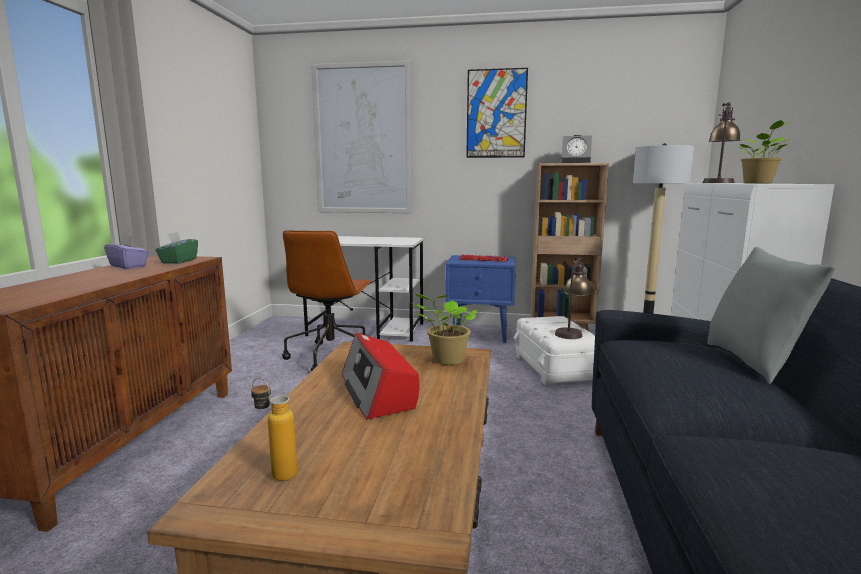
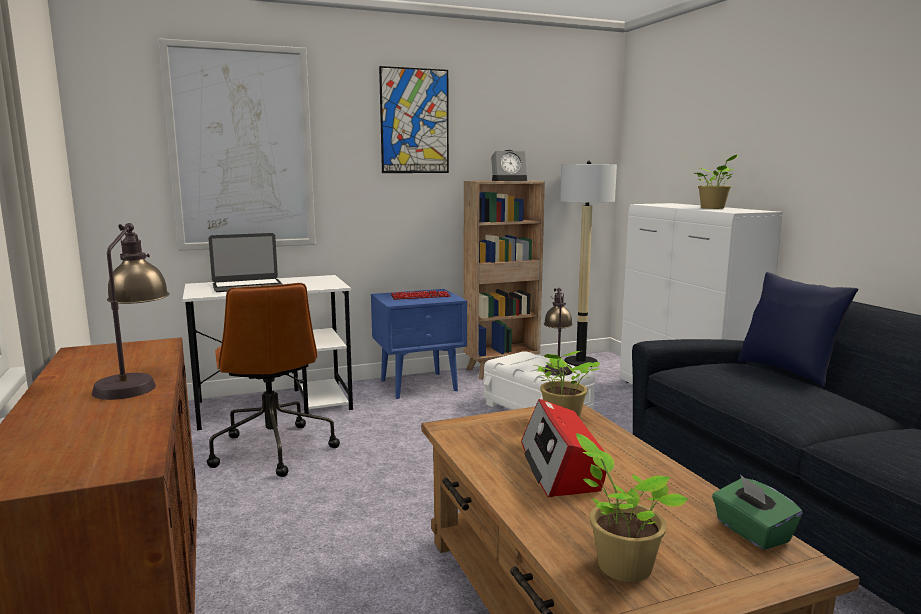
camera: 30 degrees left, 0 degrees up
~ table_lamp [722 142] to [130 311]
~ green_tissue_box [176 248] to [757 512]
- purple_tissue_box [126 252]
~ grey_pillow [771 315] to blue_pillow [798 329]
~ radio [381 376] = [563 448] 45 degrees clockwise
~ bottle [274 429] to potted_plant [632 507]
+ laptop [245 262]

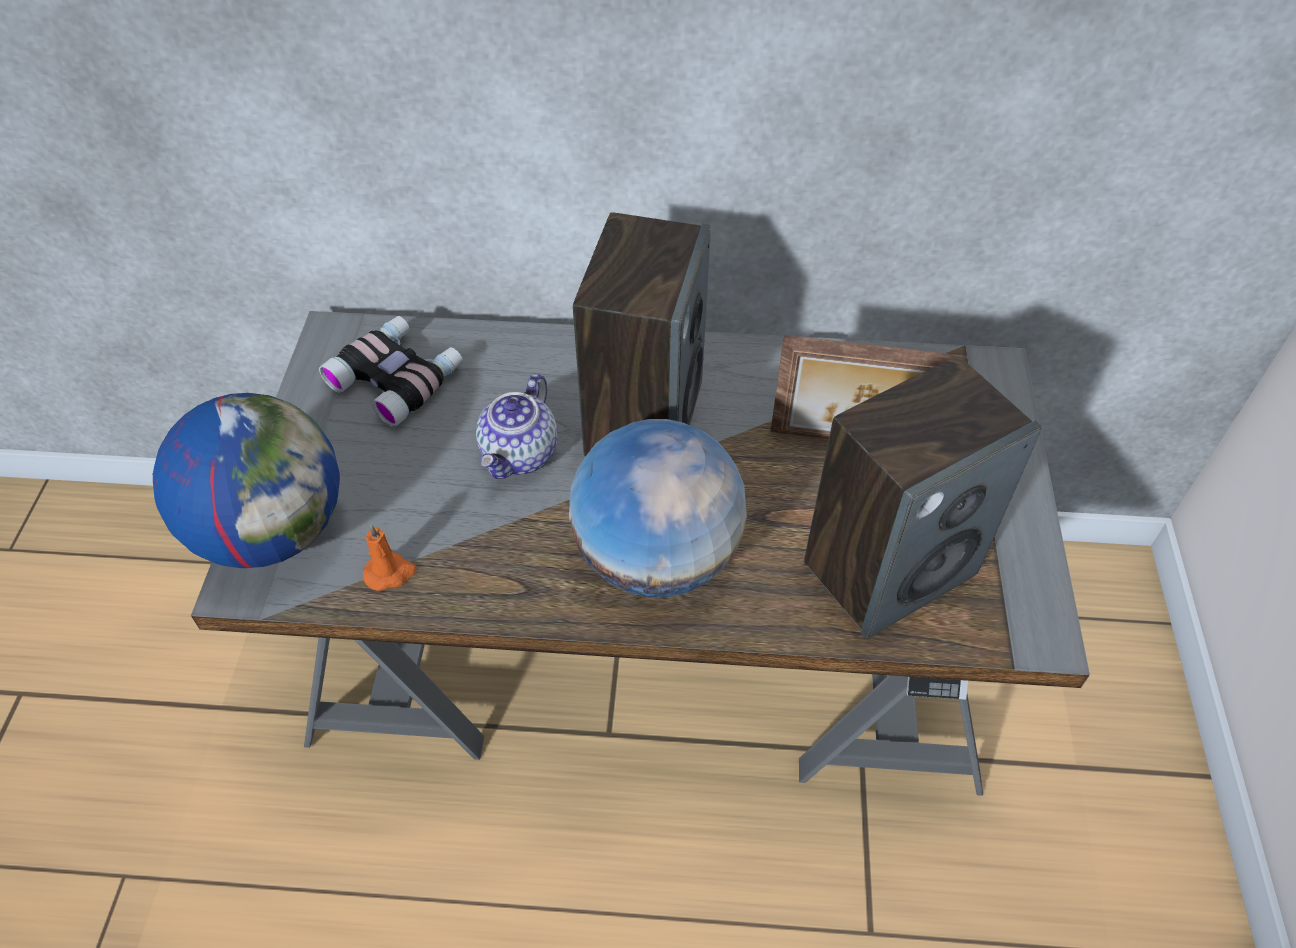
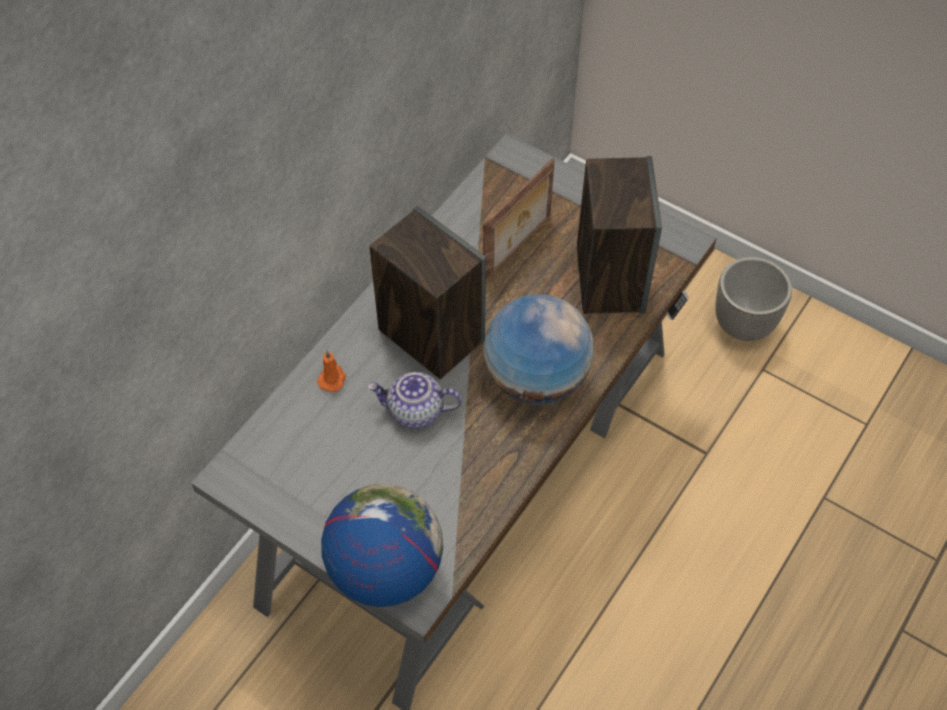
camera: 60 degrees left, 5 degrees up
- binoculars [391 371]
~ teapot [517 426] = [415 400] 135 degrees clockwise
~ orange_candle [389 557] to [331 371]
+ planter [753 299]

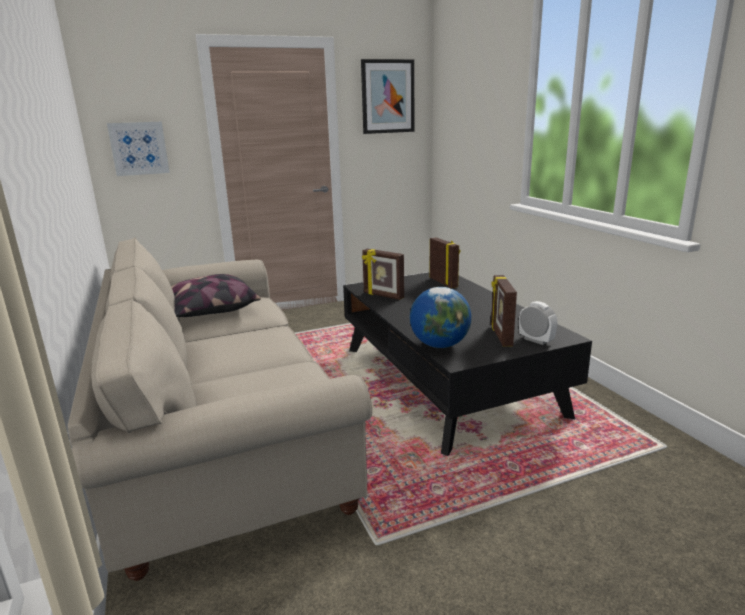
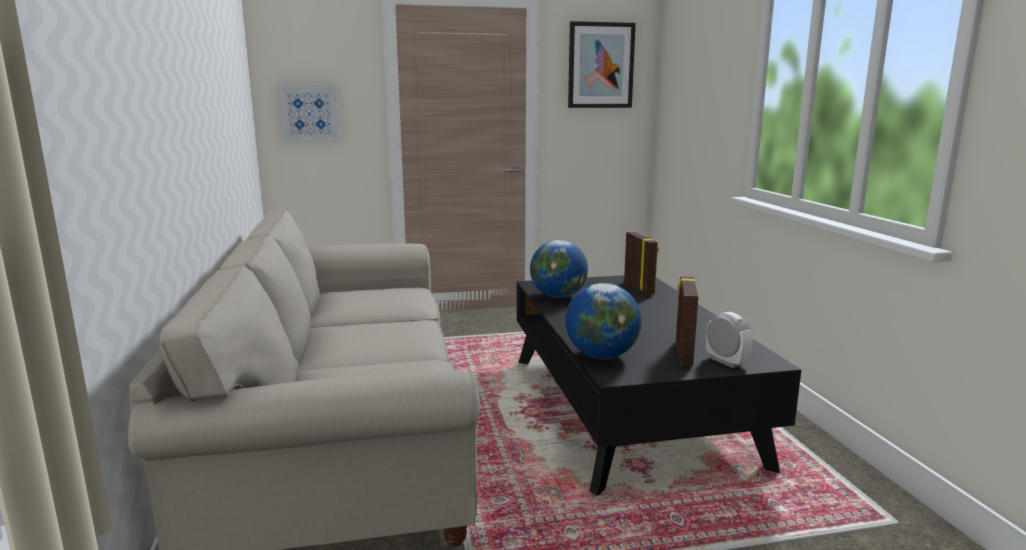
camera: 10 degrees right, 5 degrees down
~ picture_frame [383 274] to globe [559 269]
- pillow [216 295]

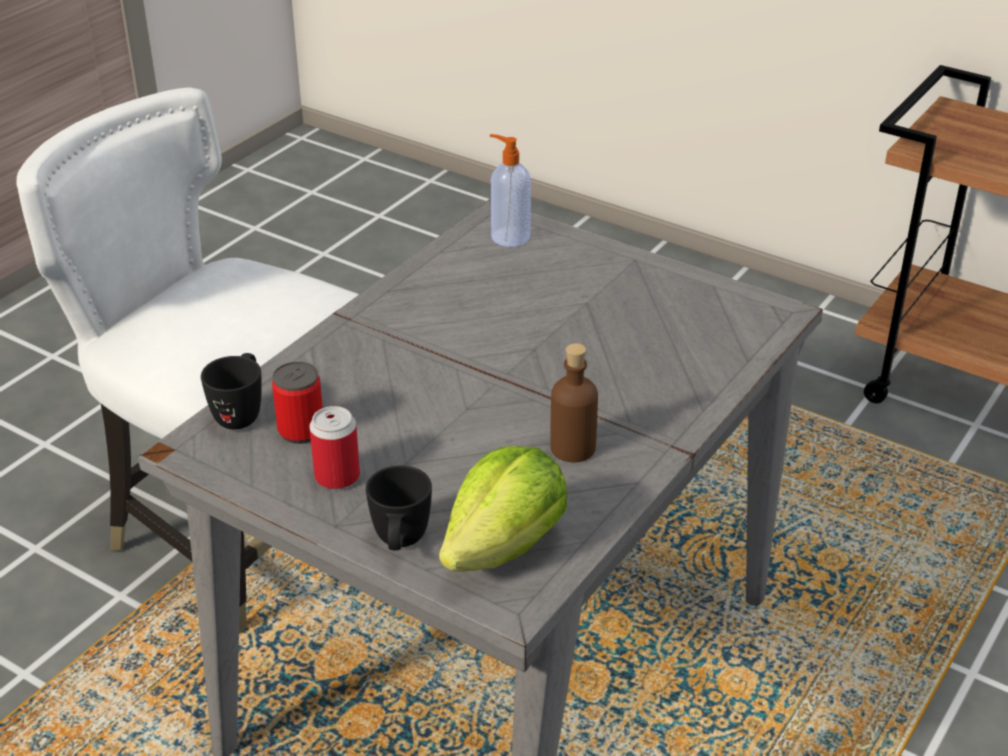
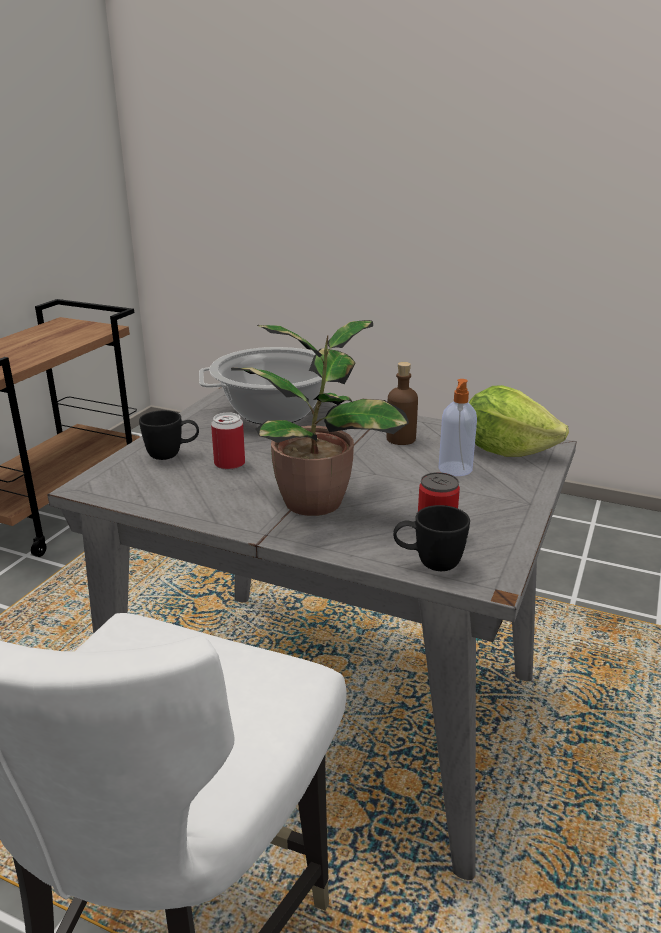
camera: 100 degrees left, 10 degrees down
~ soap_dispenser [510 190] to [457 427]
~ can [334 447] to [228 441]
~ black_mug [399 507] to [169 435]
+ potted_plant [320 418]
+ cooking_pot [260 385]

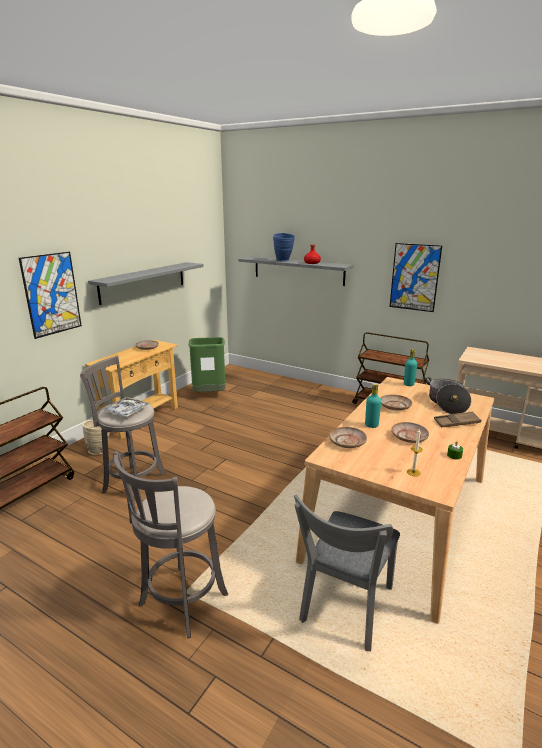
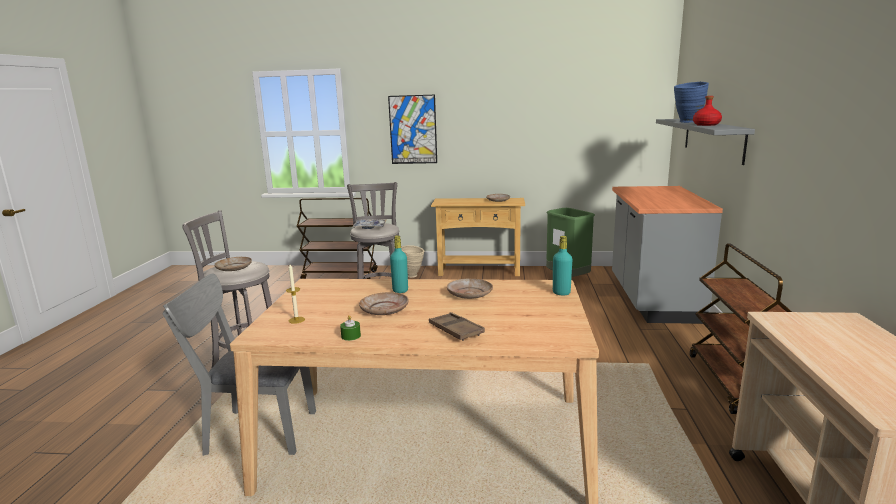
camera: 65 degrees right, 5 degrees down
- picture [416 277]
- grey_shelf [146 283]
- cooking_pot [448 395]
~ beige_plate [348 437] to [233 264]
+ grey_counter [667 255]

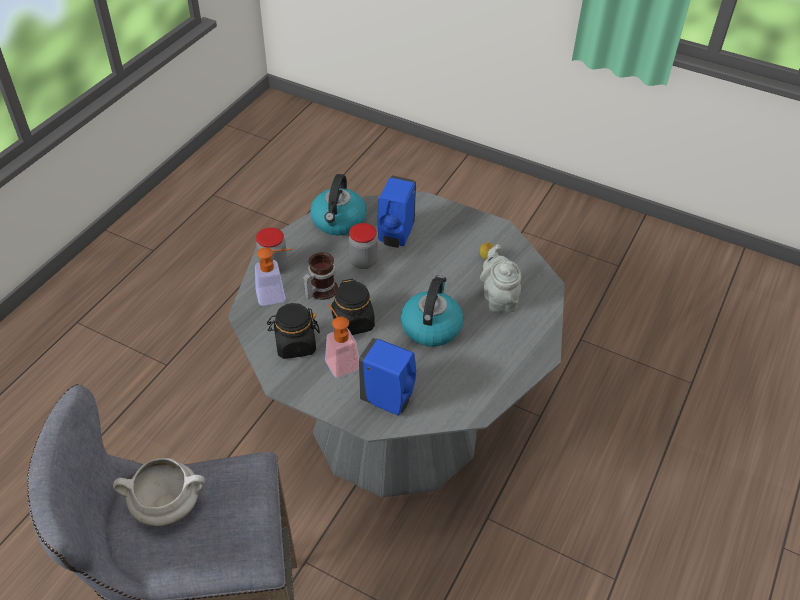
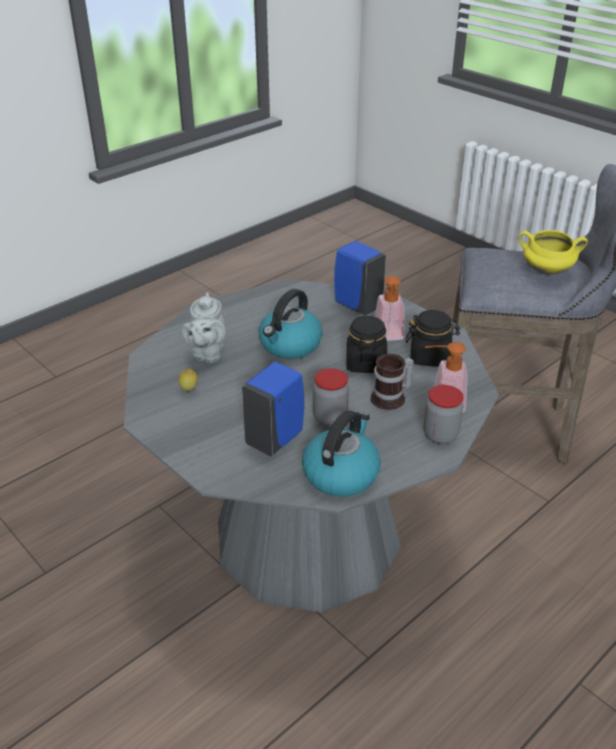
camera: 160 degrees left, 10 degrees down
~ white_cooking_pot [159 492] to yellow_cooking_pot [553 252]

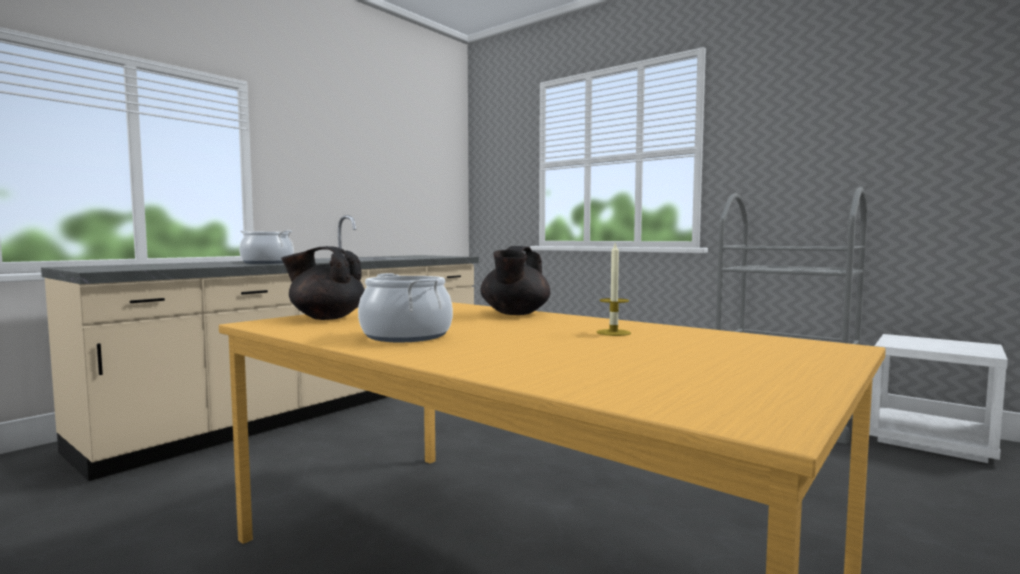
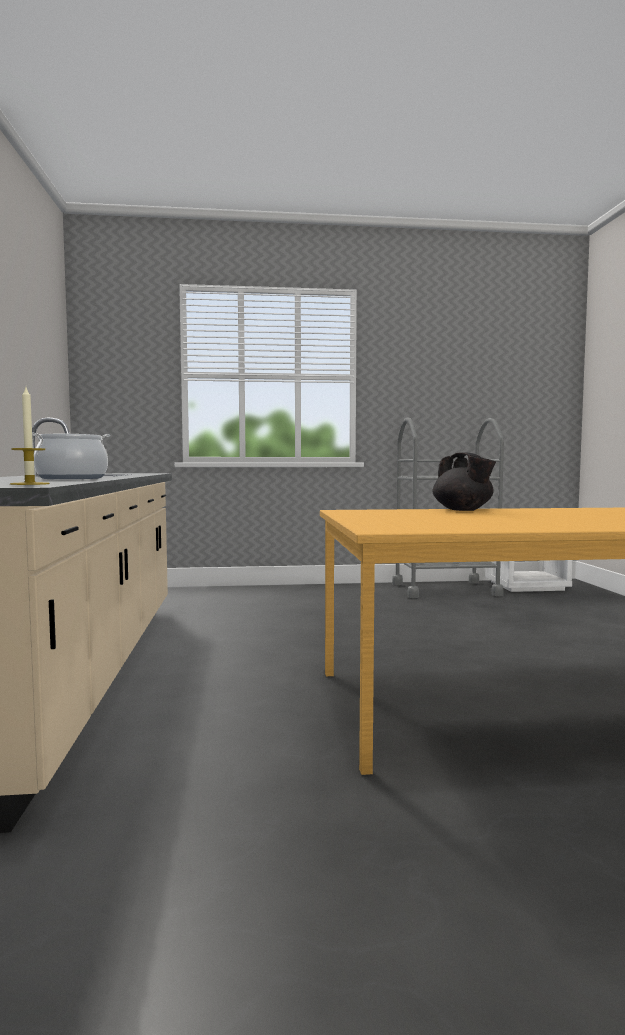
camera: 45 degrees left, 0 degrees up
~ candle [614 288] to [30 436]
- black_teapot [323 283]
- cooking_pot [405 307]

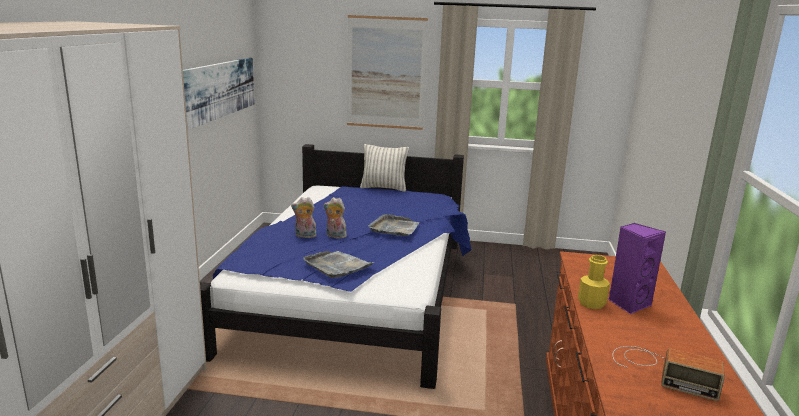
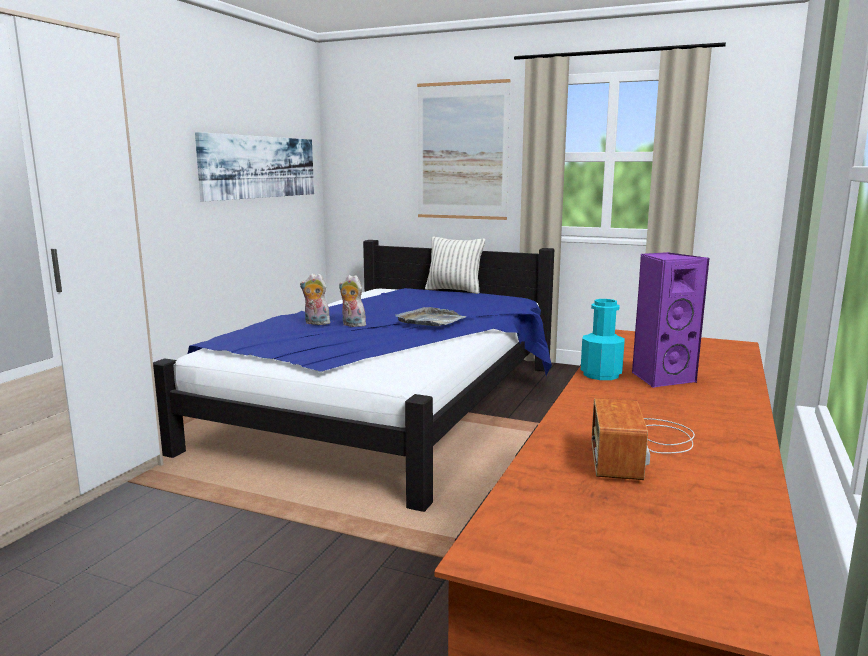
camera: 15 degrees right, 5 degrees down
- grey_tray [339 264]
~ yellow_bottle [594 282] to turquoise_bottle [603 339]
~ radio [669 373] = [643 439] 60 degrees clockwise

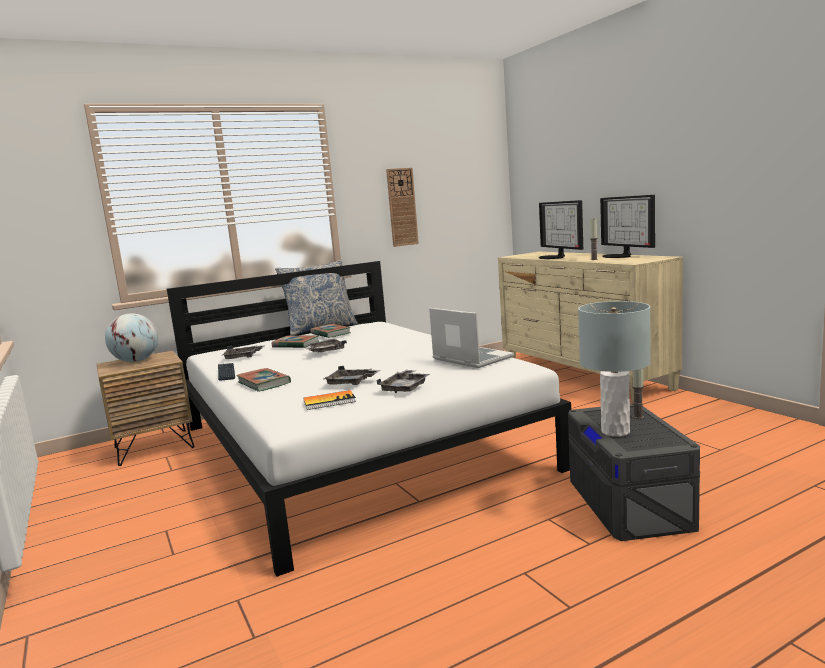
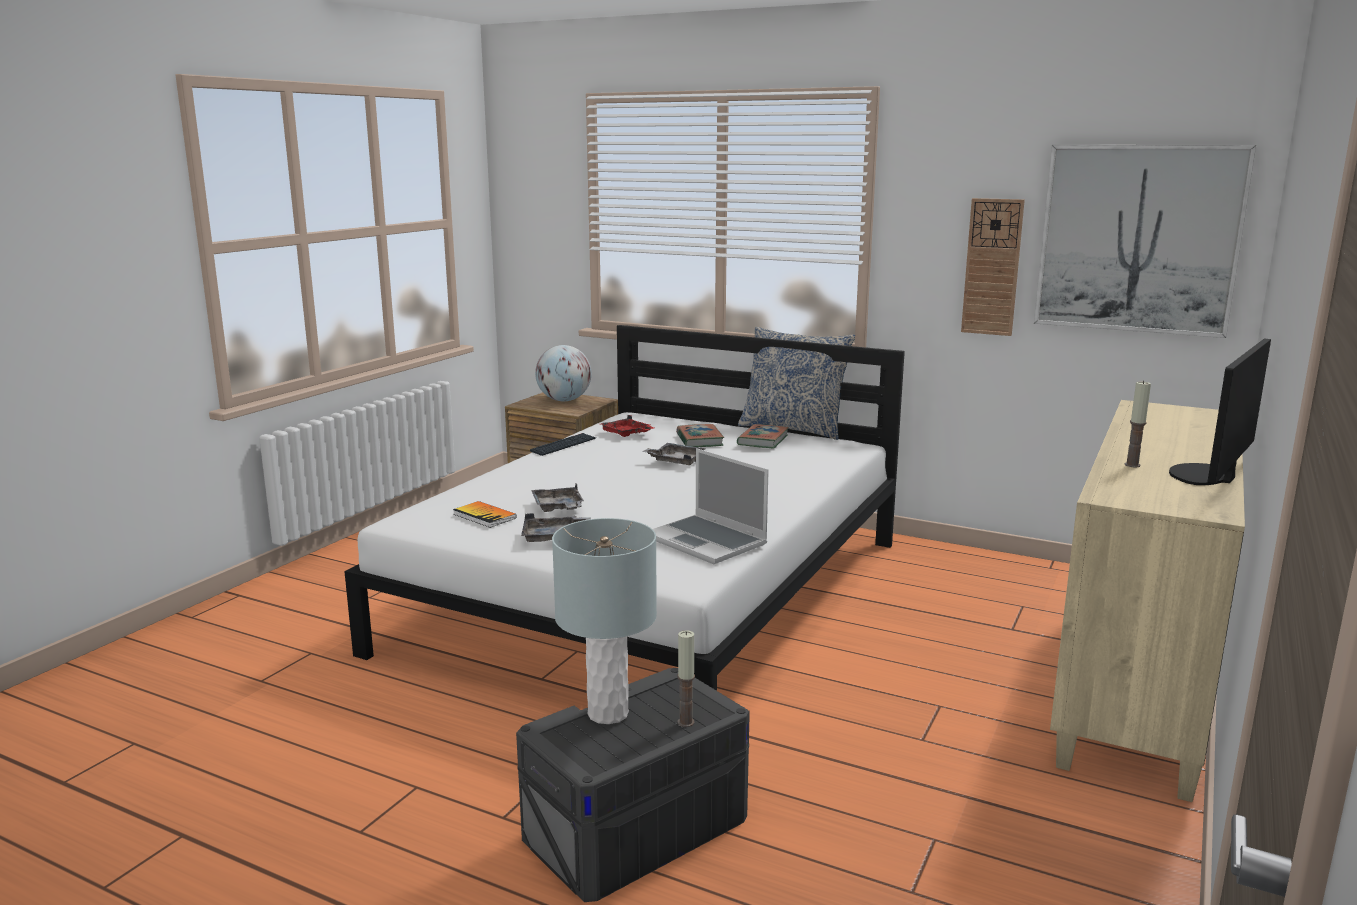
camera: 55 degrees right, 5 degrees up
- monitor [561 229]
~ laptop [471 338] = [711 506] 120 degrees clockwise
~ grey_tray [243 352] to red_tray [627 426]
- book [263 380]
+ picture [1145 241]

